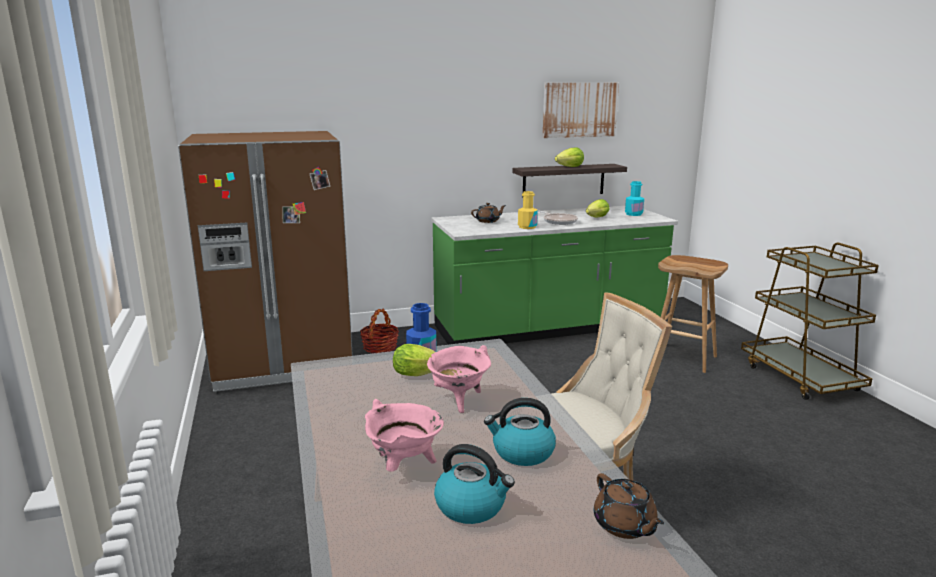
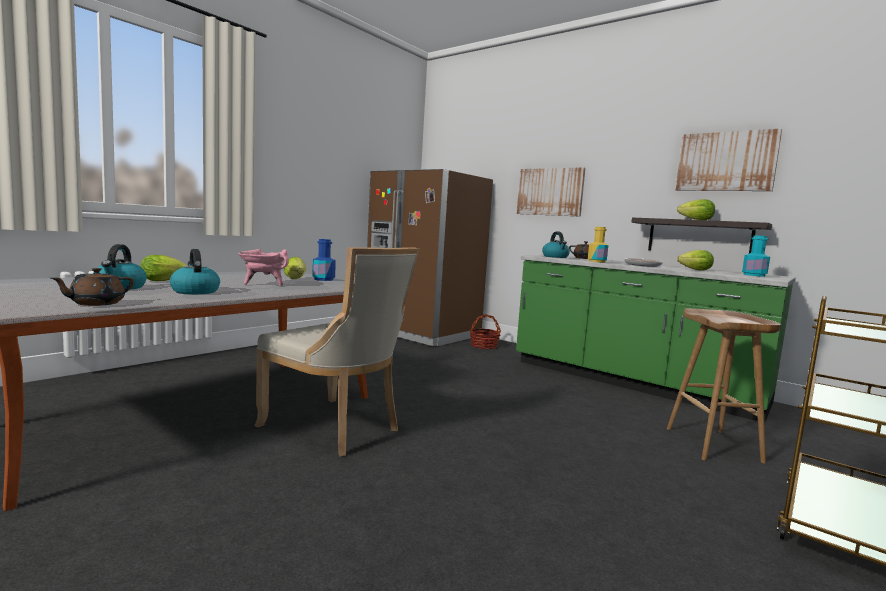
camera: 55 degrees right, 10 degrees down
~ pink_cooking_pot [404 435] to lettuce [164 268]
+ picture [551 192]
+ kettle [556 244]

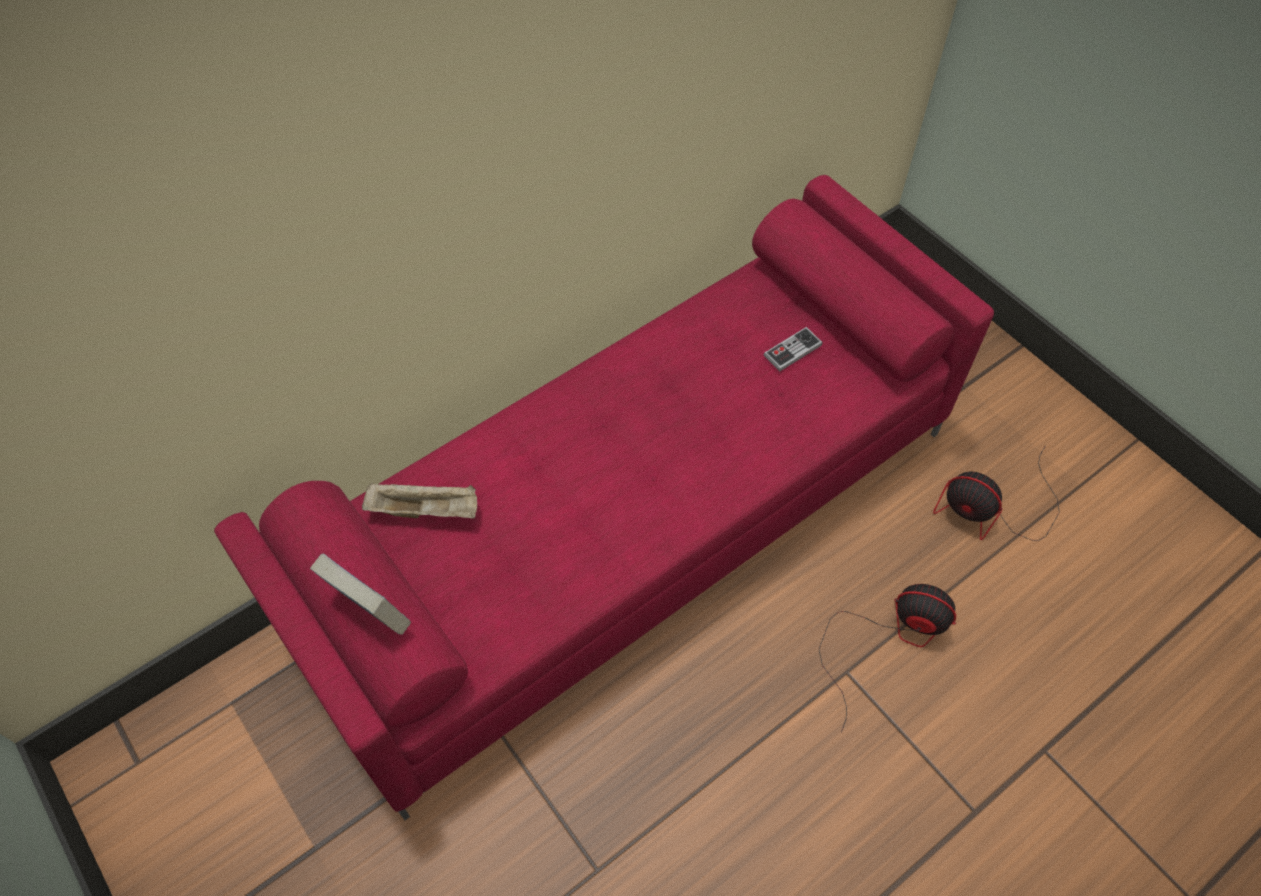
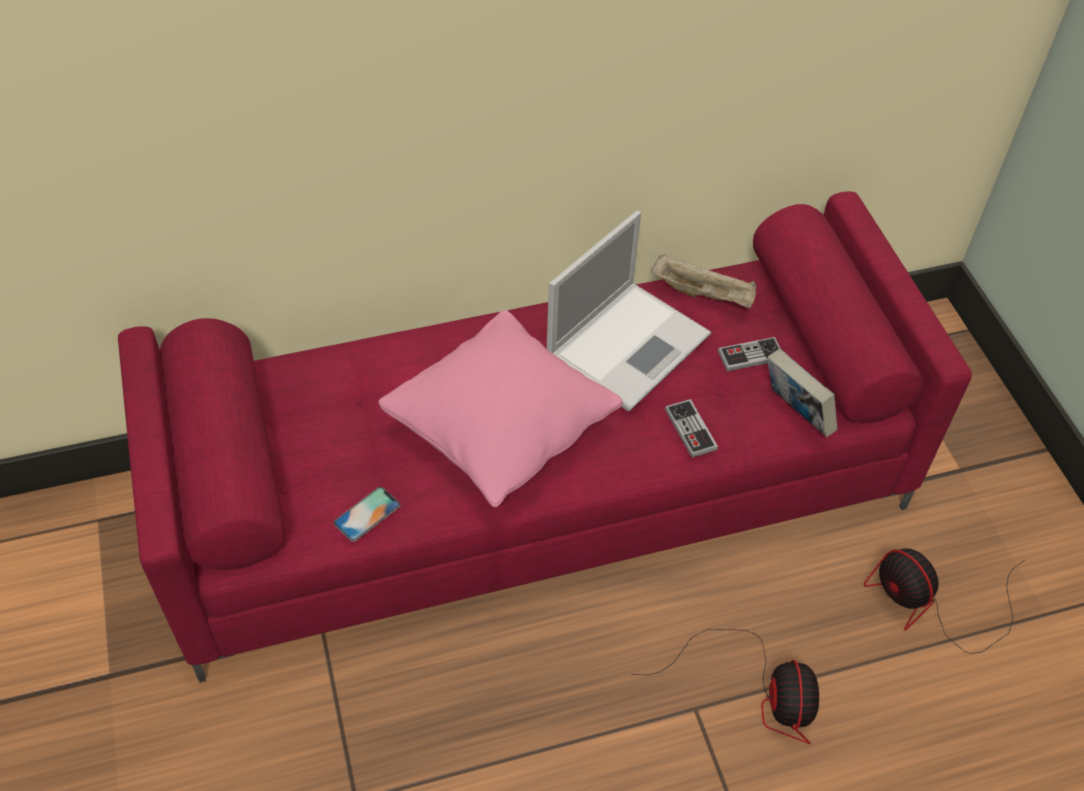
camera: 20 degrees right, 5 degrees down
~ beige_tray [419 500] to [704 281]
~ book [360 594] to [802 393]
~ fan [887 658] = [725 686] 45 degrees clockwise
+ laptop [629 311]
+ pink_pillow [500 408]
+ game_controller [691 428]
+ phone [367 514]

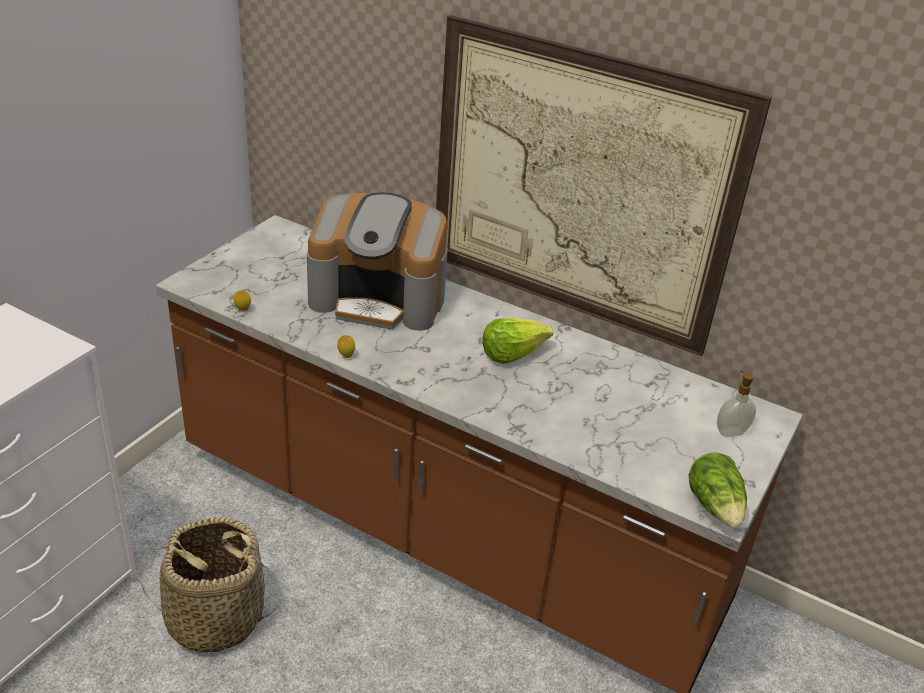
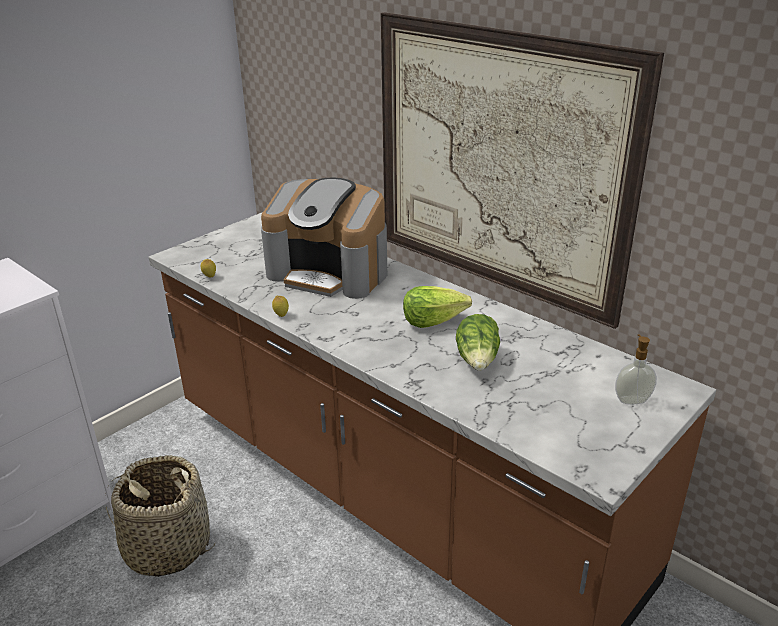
camera: 15 degrees right, 5 degrees down
~ lettuce [717 490] to [478 342]

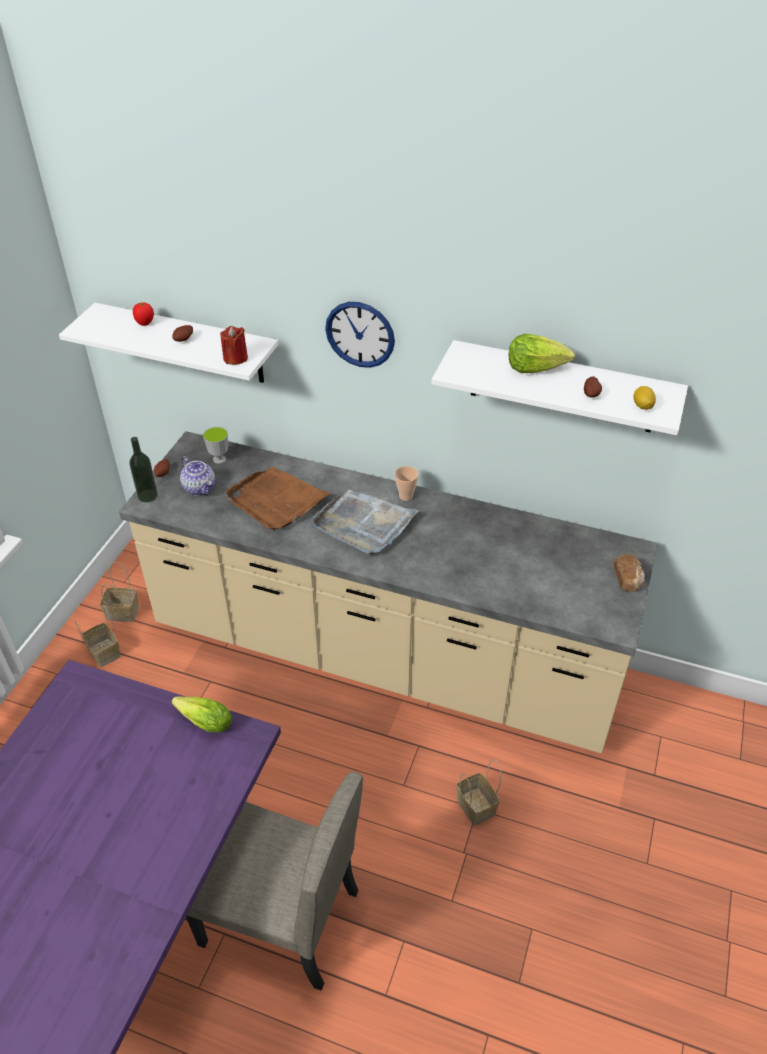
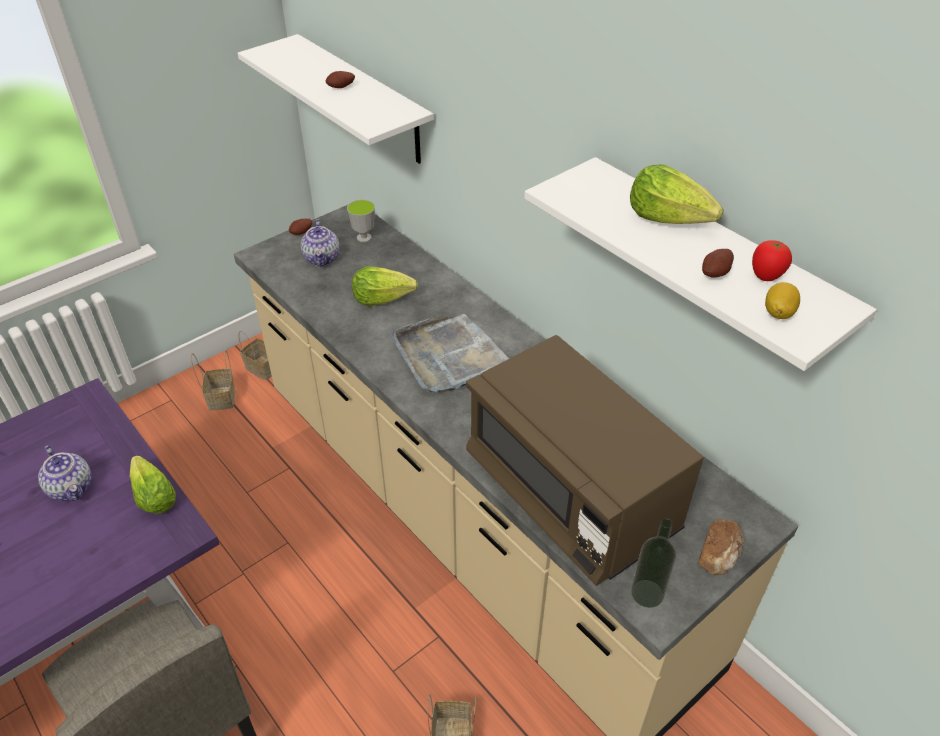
camera: 30 degrees right, 0 degrees up
~ tomato [143 314] to [772 260]
- wall_clock [360 335]
- red_candle [234 345]
~ bottle [144 469] to [653 563]
- cup [406 483]
~ brown_tray [277 498] to lettuce [385 286]
+ brown_microwave [585 460]
+ teapot [65 473]

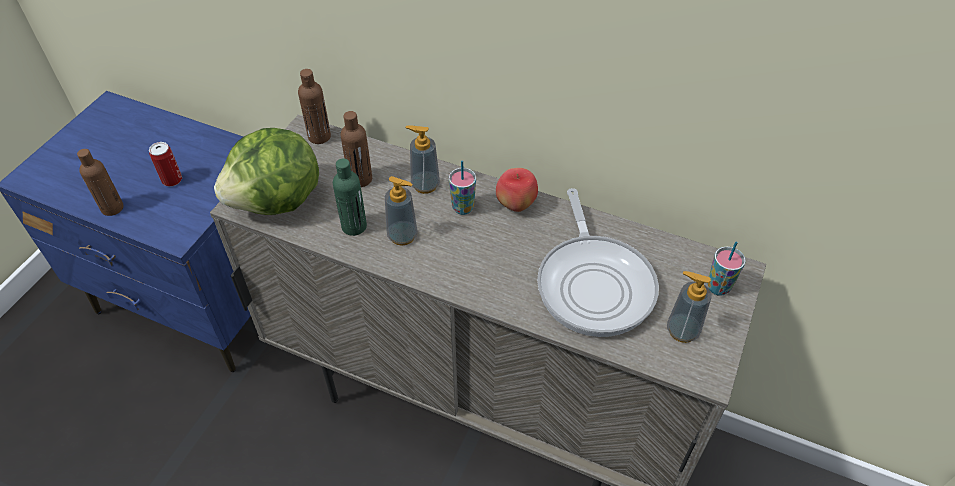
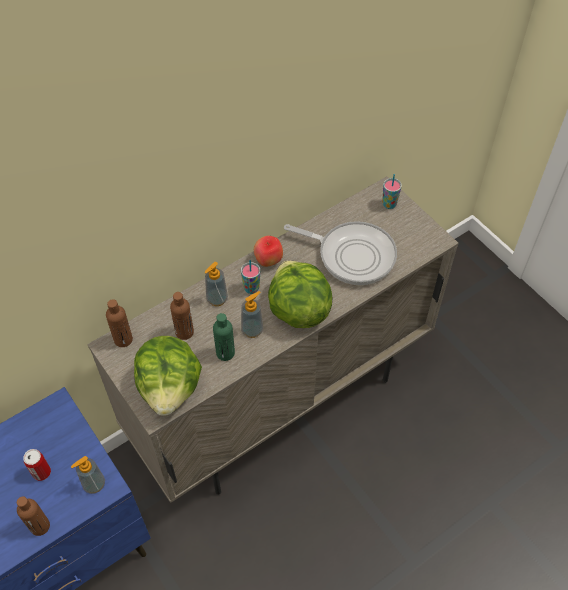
camera: 60 degrees left, 5 degrees up
~ soap_dispenser [689 307] to [88 475]
+ lettuce [300 294]

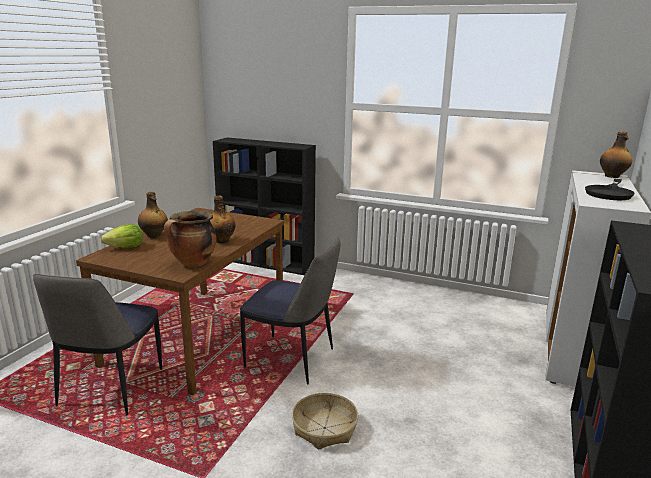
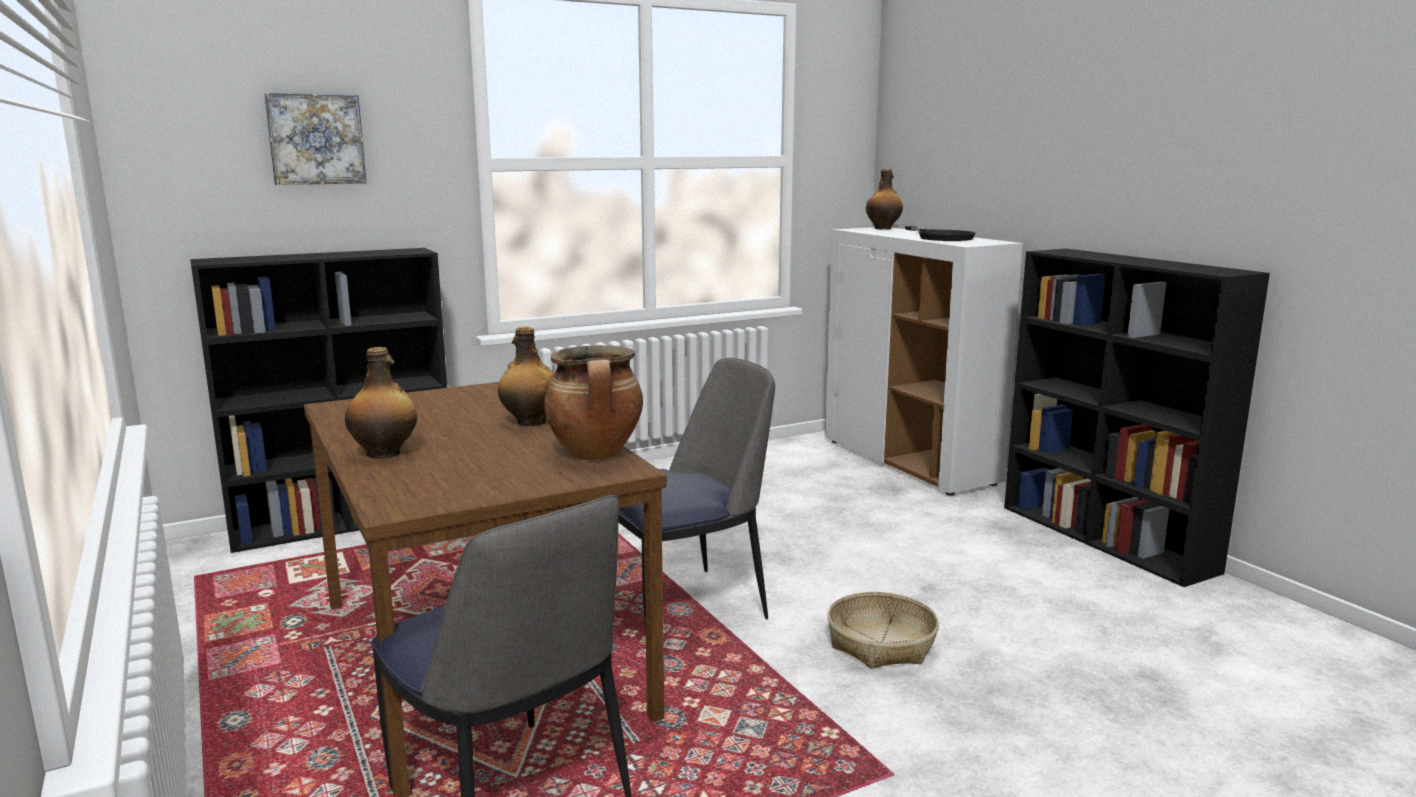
camera: 50 degrees left, 5 degrees down
- lettuce [122 236]
+ picture [315 139]

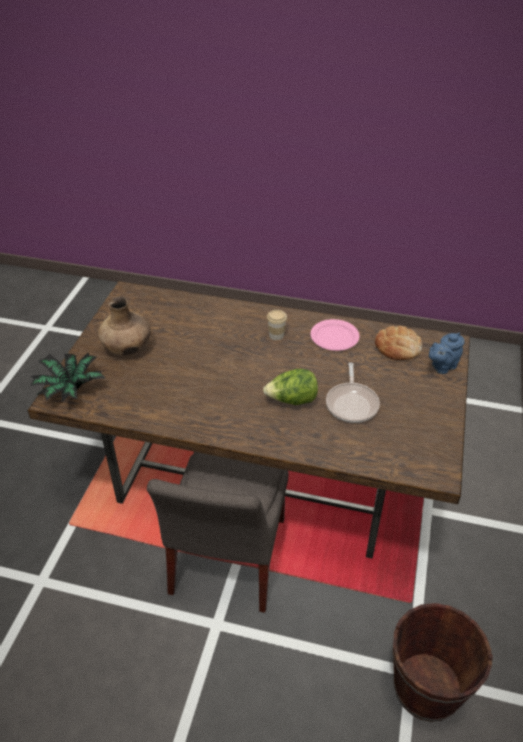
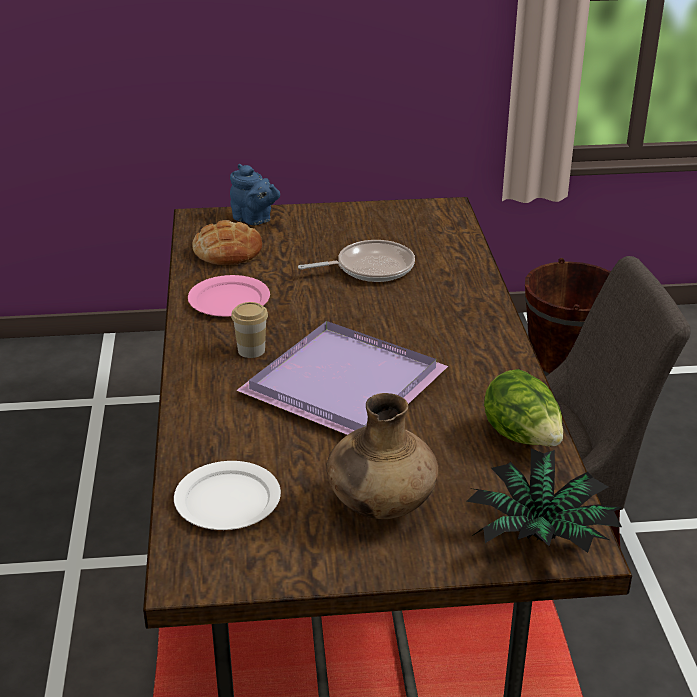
camera: 110 degrees left, 10 degrees down
~ lettuce [290 387] to [523 407]
+ purple_tray [342 378]
+ white_plate [227 495]

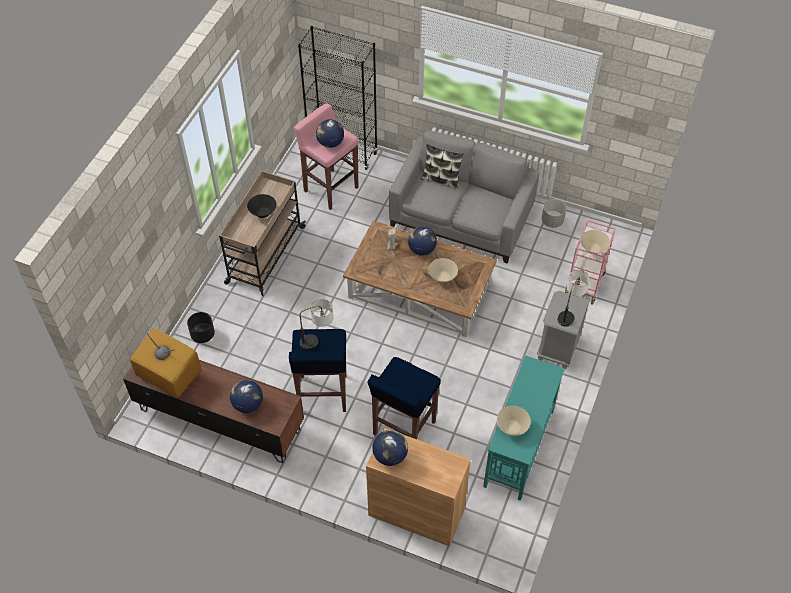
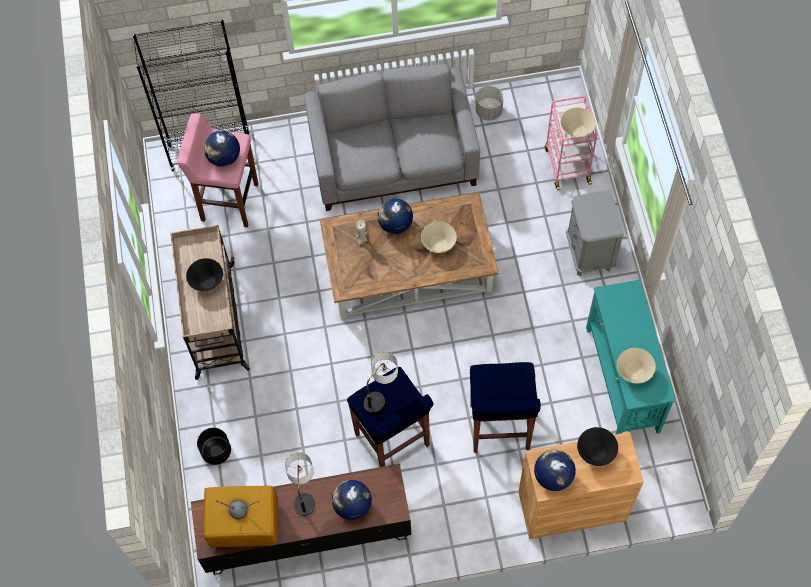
camera: 30 degrees left, 10 degrees up
- pillow [442 166]
~ table_lamp [574 298] to [300 484]
+ black_bowl [597 446]

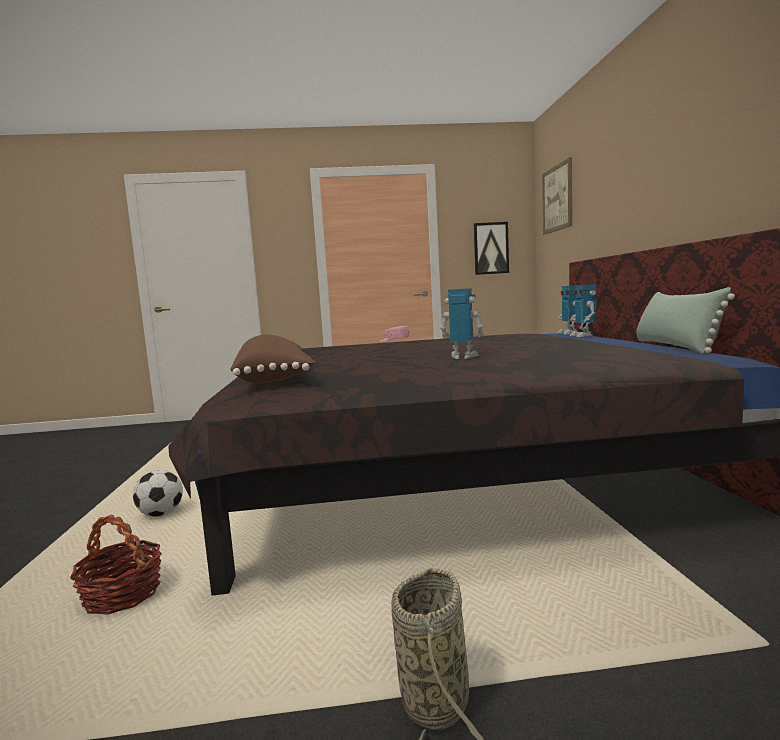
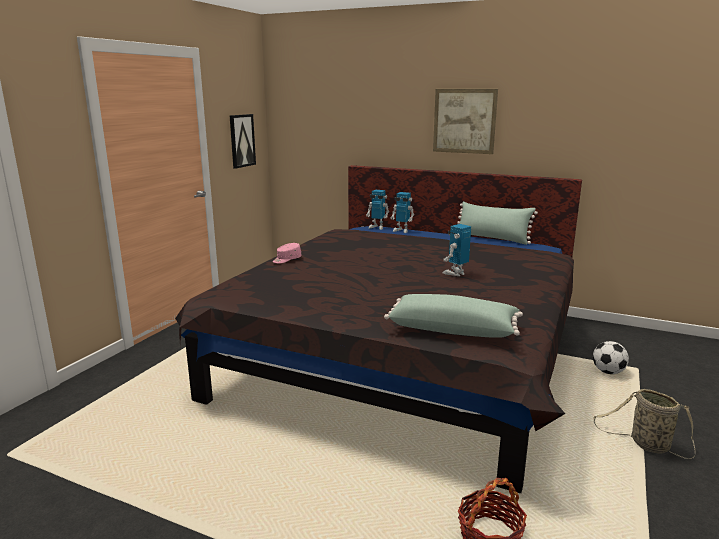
camera: 60 degrees left, 10 degrees up
~ picture [557 196] to [465 121]
~ brown_pillow [273 358] to green_pillow [453 316]
~ football [158 493] to [611 357]

